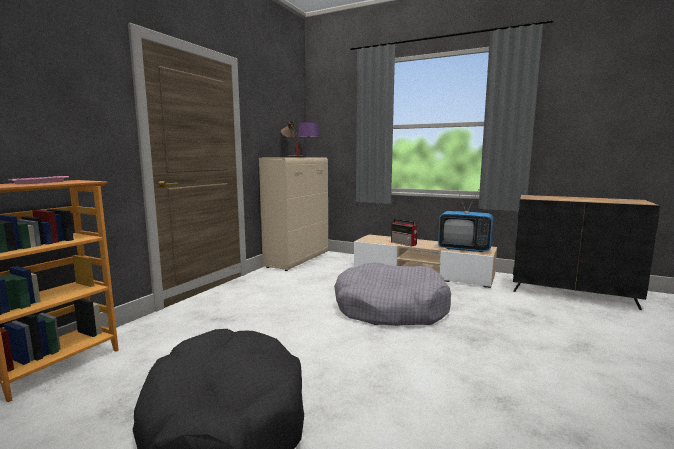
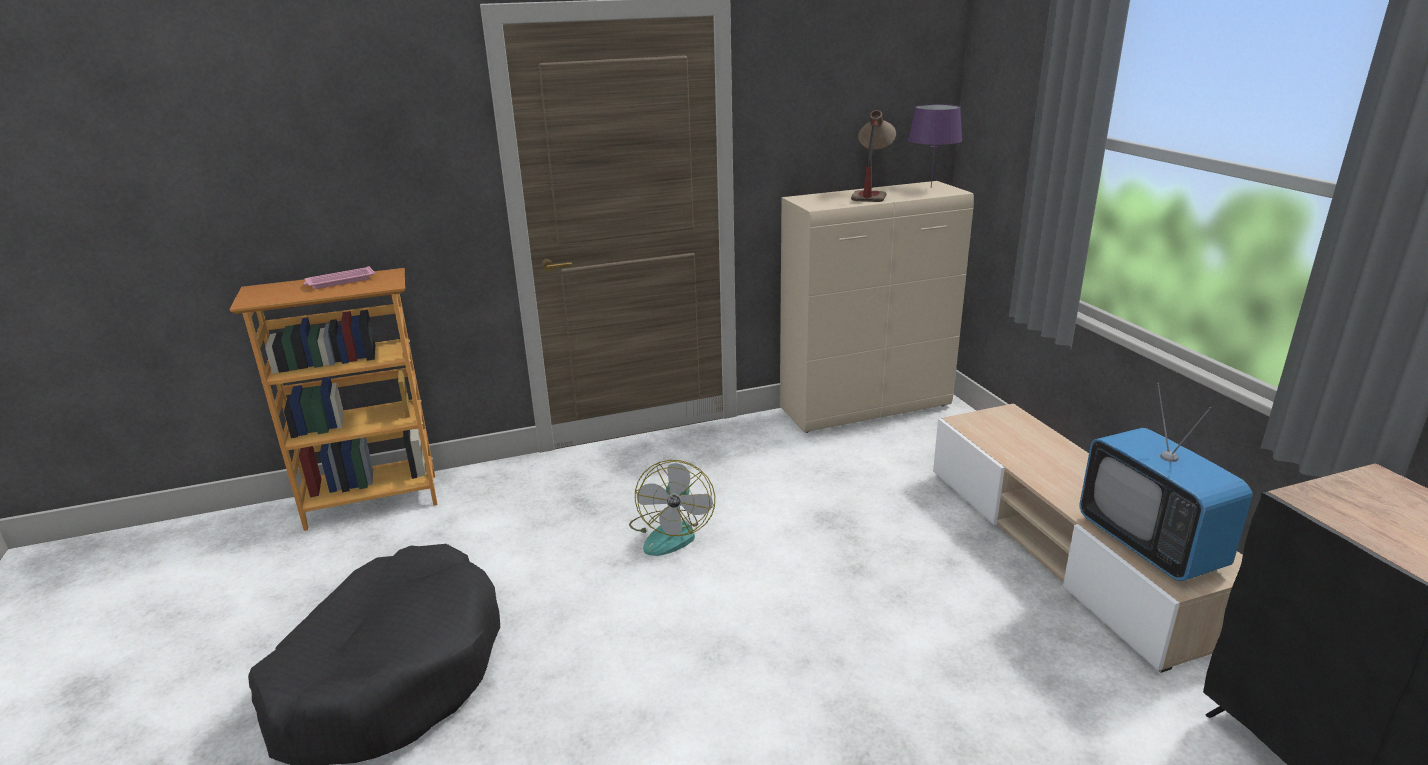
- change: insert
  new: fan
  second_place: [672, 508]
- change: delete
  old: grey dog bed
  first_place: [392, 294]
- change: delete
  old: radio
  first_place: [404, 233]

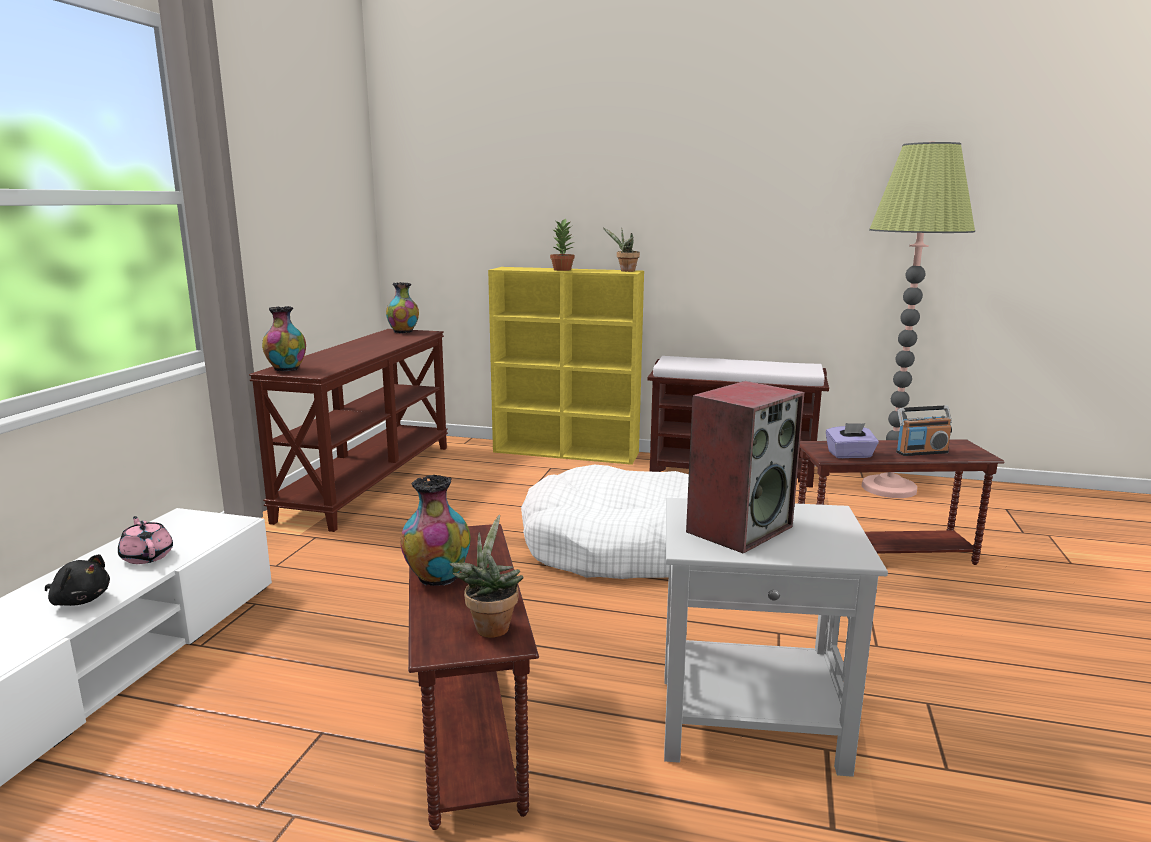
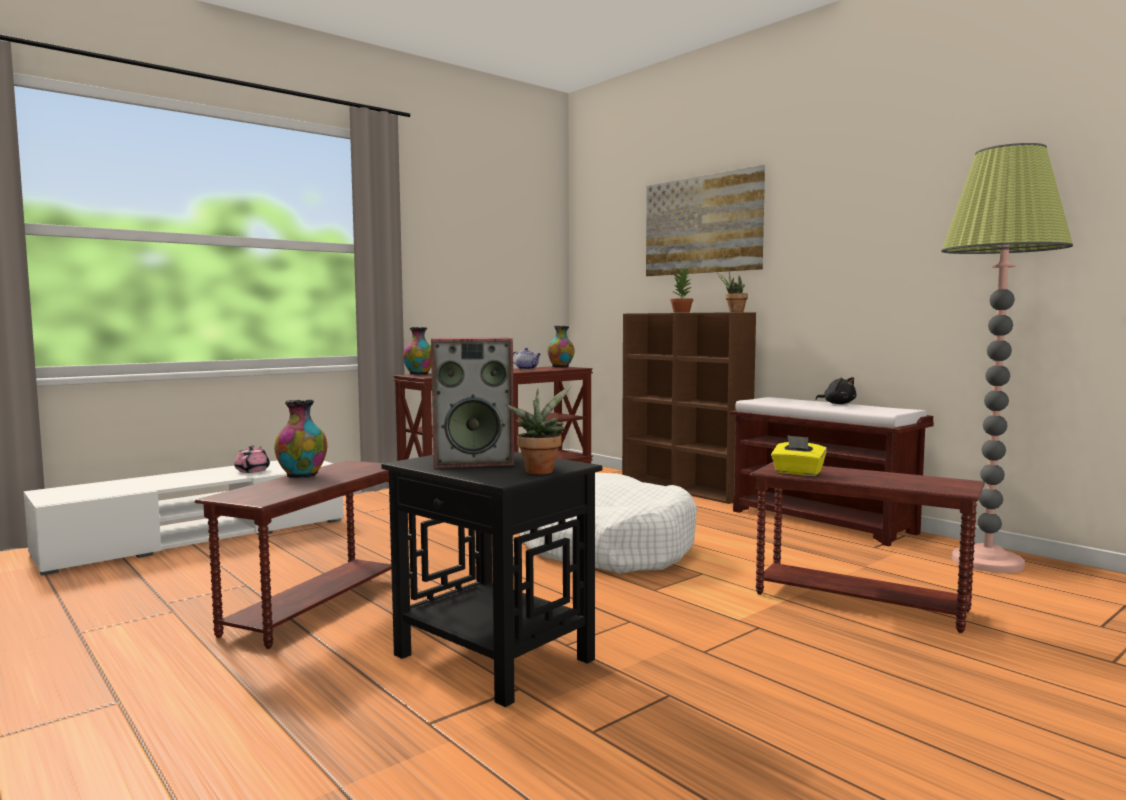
- change: recolor
  old: white side table
  new: black side table
  first_place: [776, 637]
  second_place: [491, 579]
- change: move
  old: potted plant
  first_place: [486, 576]
  second_place: [538, 430]
- change: insert
  new: teapot
  second_place: [527, 359]
- change: recolor
  old: yellow bookcase
  new: brown bookcase
  first_place: [566, 366]
  second_place: [689, 408]
- change: insert
  new: picture
  second_place: [705, 220]
- change: recolor
  old: purple tissue box
  new: yellow tissue box
  first_place: [852, 440]
  second_place: [799, 455]
- change: move
  old: black plush toy
  first_place: [77, 580]
  second_place: [836, 390]
- change: delete
  old: radio
  first_place: [924, 431]

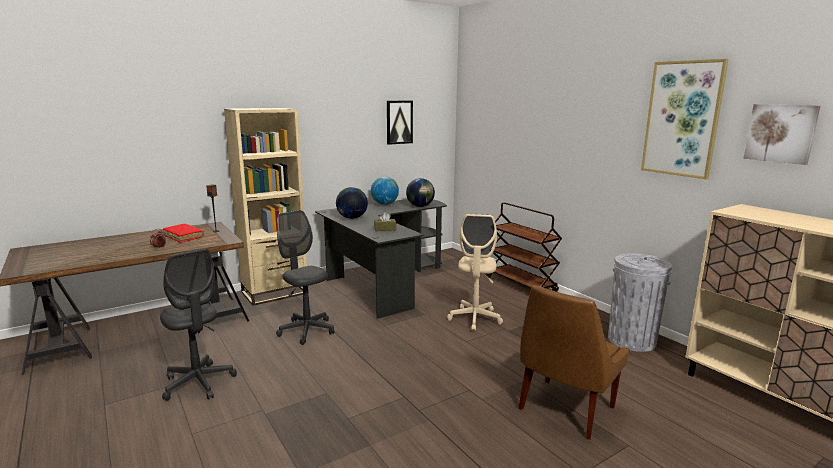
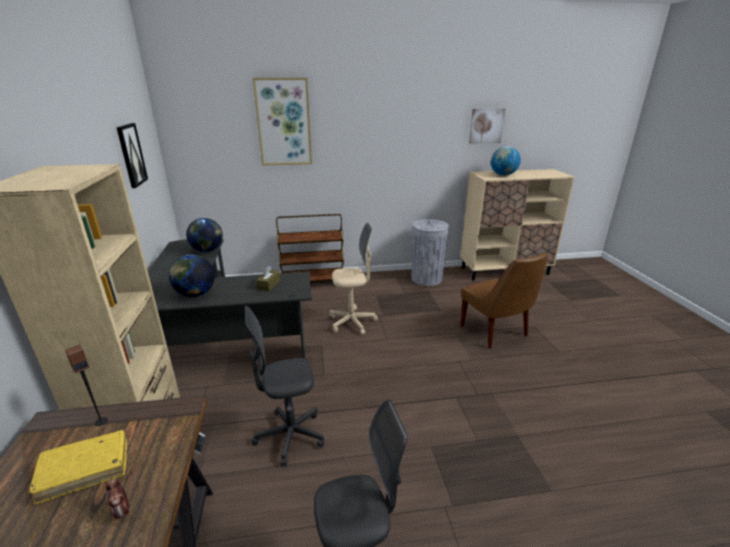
- change: recolor
  old: red book
  new: yellow book
  first_place: [183, 233]
  second_place: [78, 467]
- change: move
  old: picture
  first_place: [685, 119]
  second_place: [282, 122]
- change: rotate
  old: beige office chair
  first_place: [475, 272]
  second_place: [354, 279]
  degrees: -45
- change: move
  old: globe
  first_place: [385, 191]
  second_place: [506, 161]

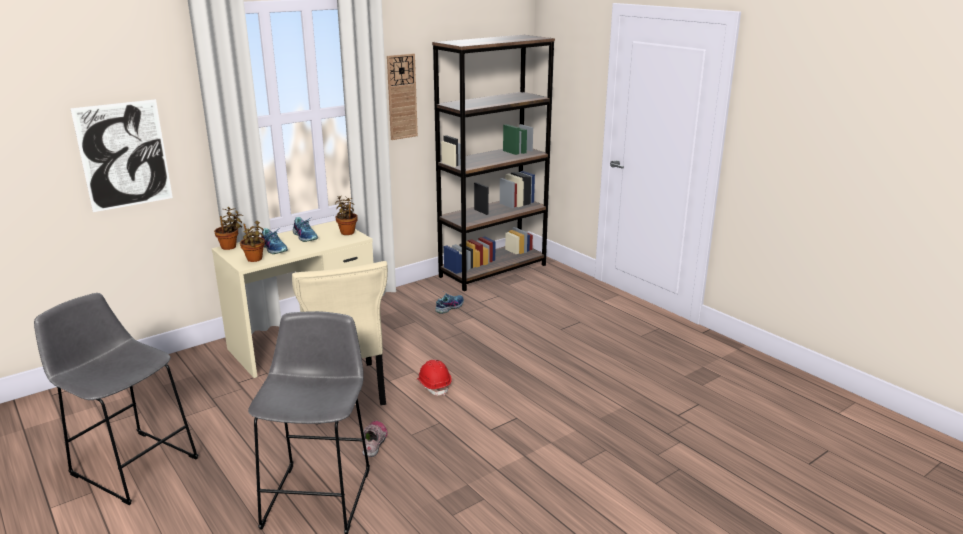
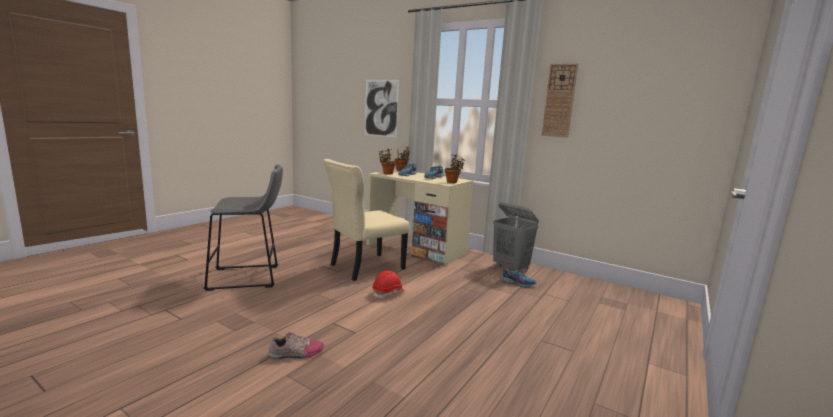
- change: move
  old: shoe
  first_place: [375, 439]
  second_place: [296, 345]
- change: insert
  new: grey laundry basket
  second_place: [516, 236]
- change: delete
  old: grey stool
  first_place: [116, 399]
- change: delete
  old: brown bookcase
  first_place: [493, 163]

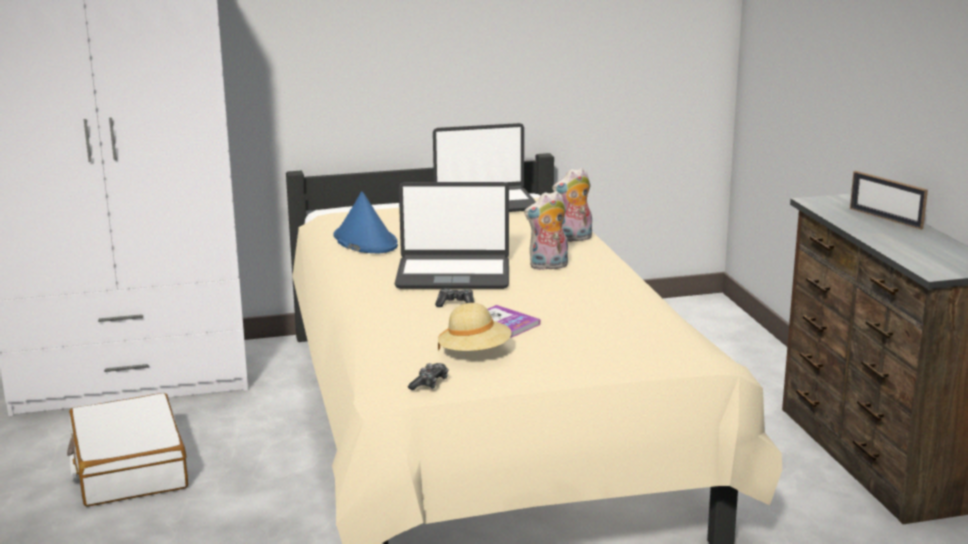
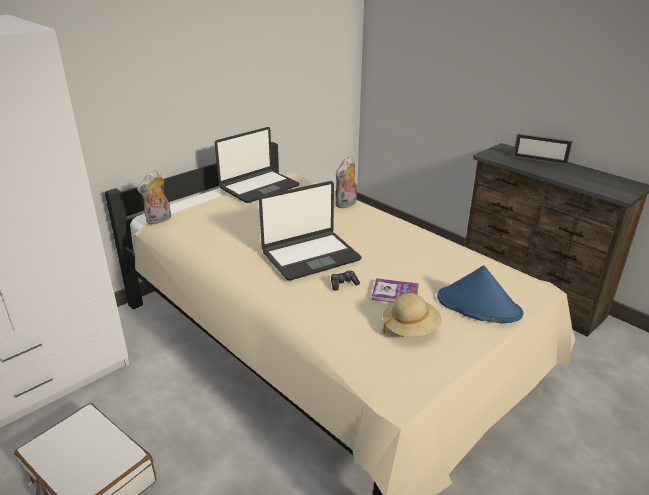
- change: move
  old: plush toy
  first_place: [546, 230]
  second_place: [154, 197]
- change: move
  old: blue hat
  first_place: [366, 222]
  second_place: [480, 294]
- change: delete
  old: game controller
  first_place: [428, 376]

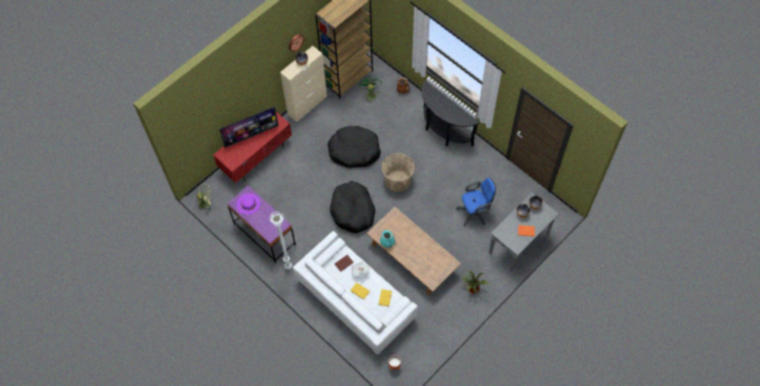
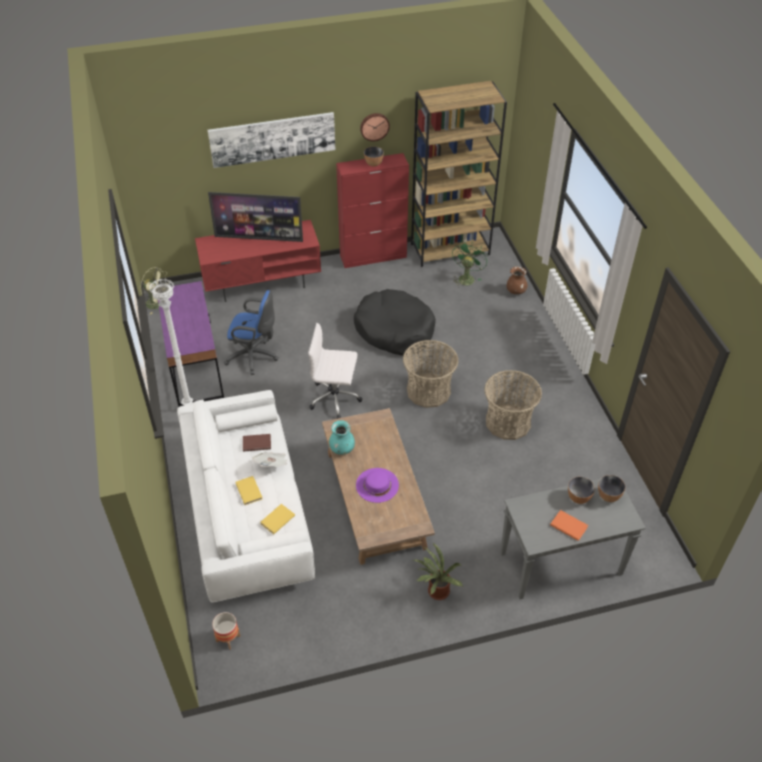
- change: insert
  new: picture
  second_place: [271, 140]
- change: move
  old: blue office chair
  first_place: [476, 202]
  second_place: [251, 332]
- change: replace
  old: black dog bed
  new: white office chair
  first_place: [352, 207]
  second_place: [335, 371]
- change: recolor
  old: beige cabinet
  new: red cabinet
  first_place: [303, 84]
  second_place: [372, 210]
- change: move
  old: purple hat
  first_place: [248, 204]
  second_place: [377, 485]
- change: insert
  new: basket
  second_place: [513, 405]
- change: delete
  old: black console table
  first_place: [450, 113]

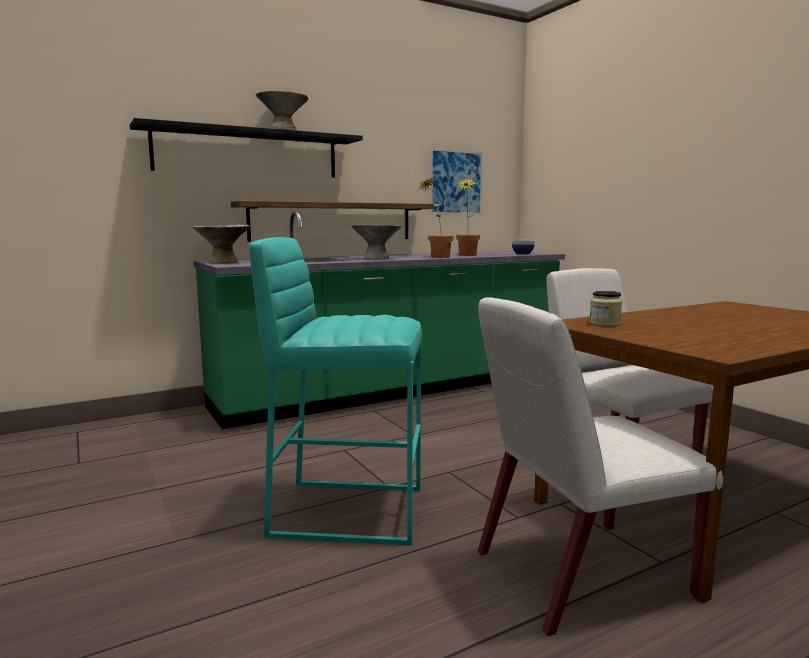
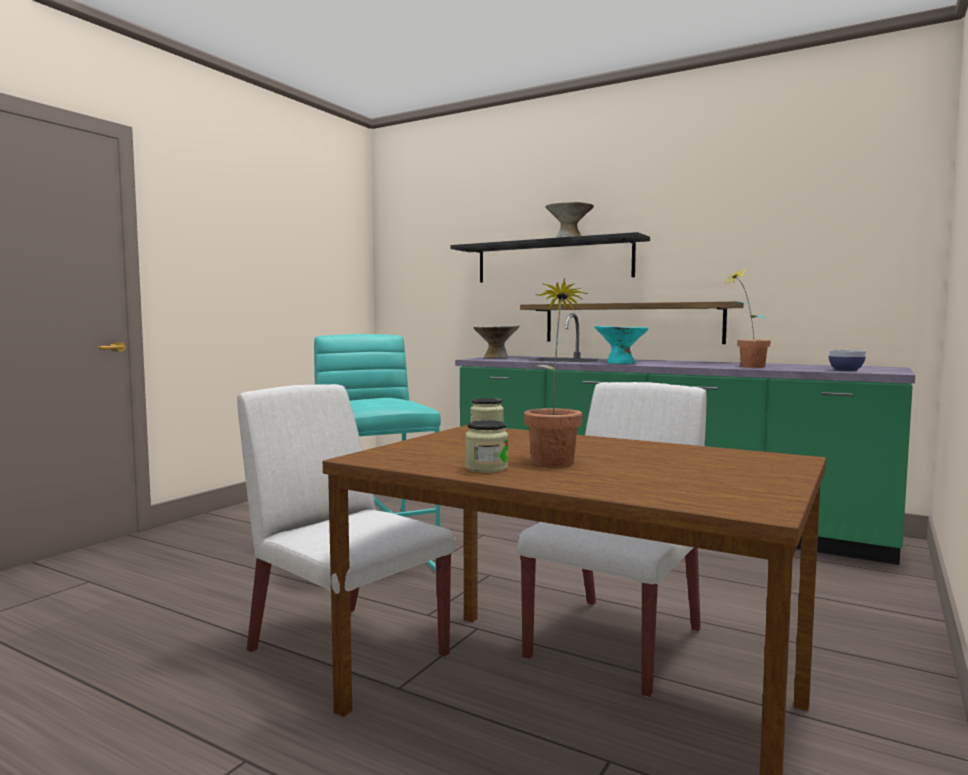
- change: insert
  new: jar
  second_place: [486, 446]
- change: move
  old: potted plant
  first_place: [435, 218]
  second_place: [555, 372]
- change: recolor
  old: grey bowl
  new: turquoise bowl
  first_place: [376, 242]
  second_place: [621, 345]
- change: delete
  old: picture
  first_place: [456, 181]

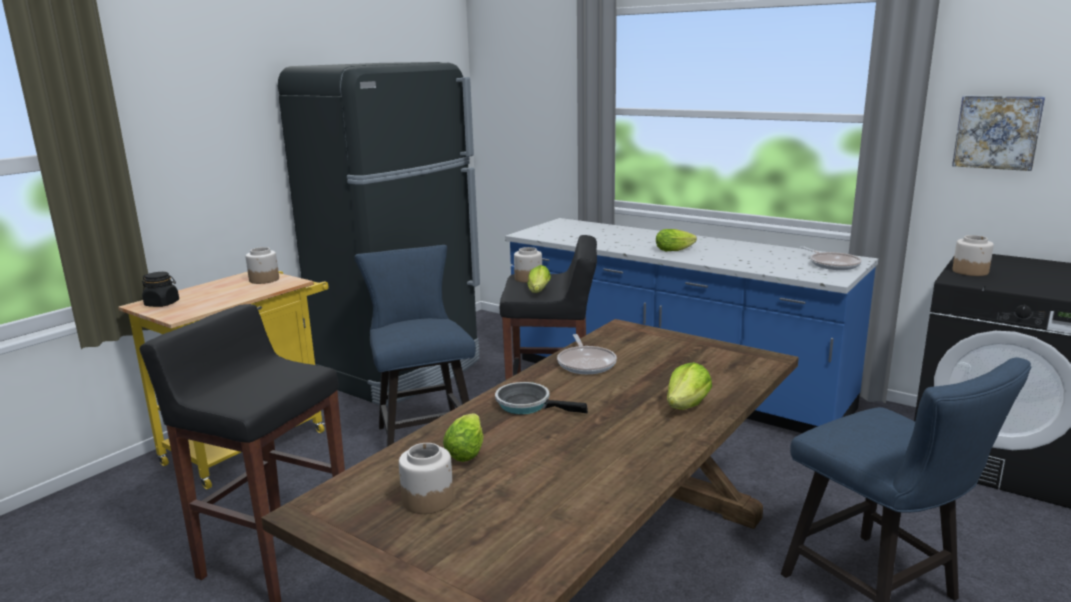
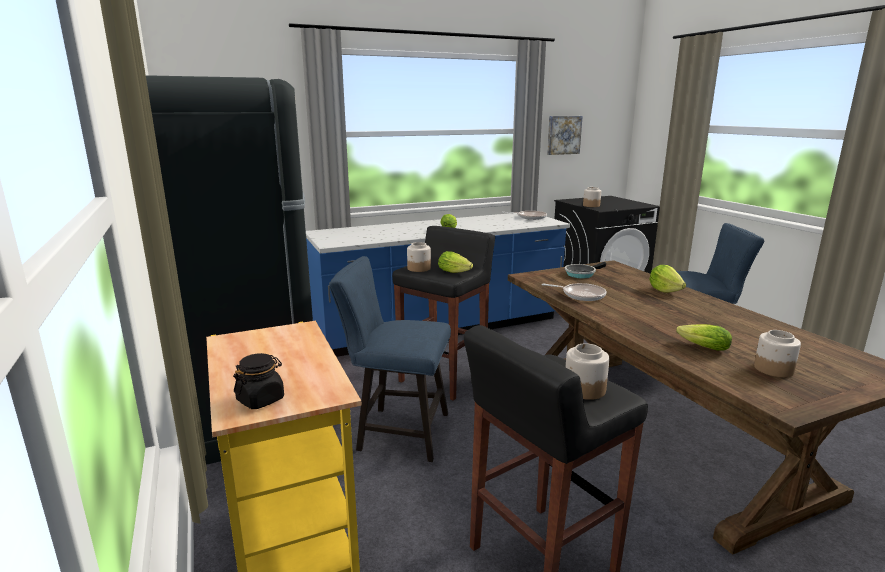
- change: move
  old: frying pan
  first_place: [541, 398]
  second_place: [585, 270]
- change: move
  old: jar
  first_place: [262, 265]
  second_place: [587, 371]

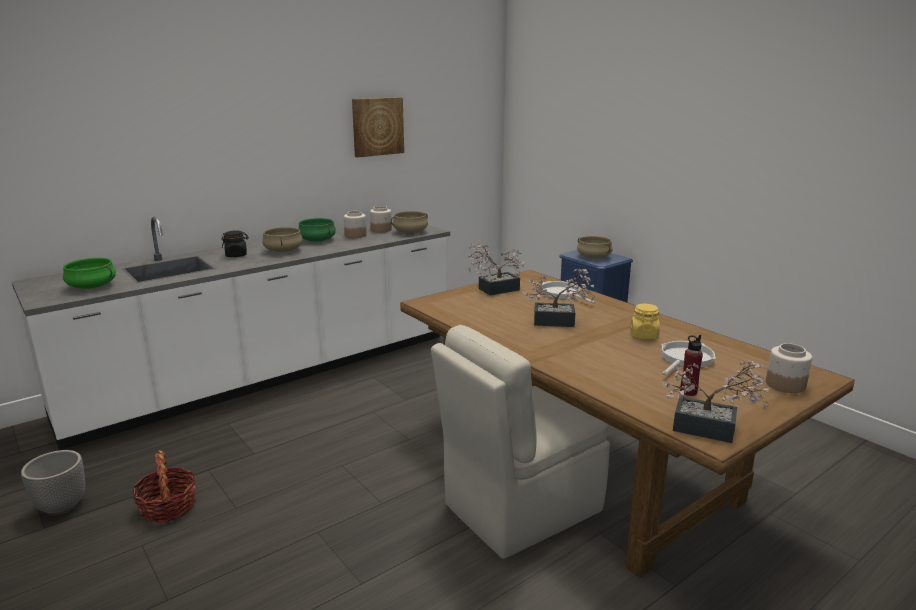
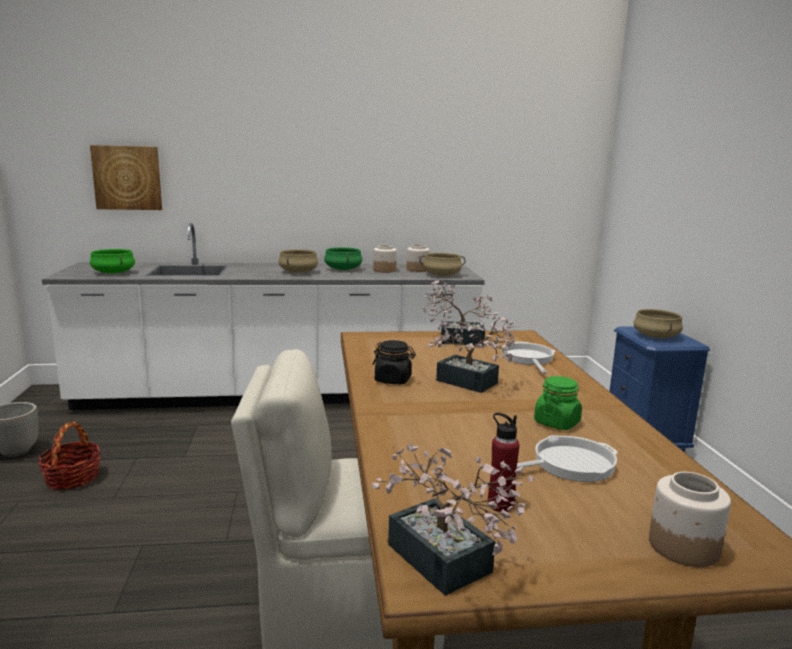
- change: move
  old: picture
  first_place: [378, 127]
  second_place: [126, 177]
- change: move
  old: black jar
  first_place: [235, 243]
  second_place: [394, 362]
- change: recolor
  old: yellow jar
  new: green jar
  first_place: [645, 321]
  second_place: [558, 403]

